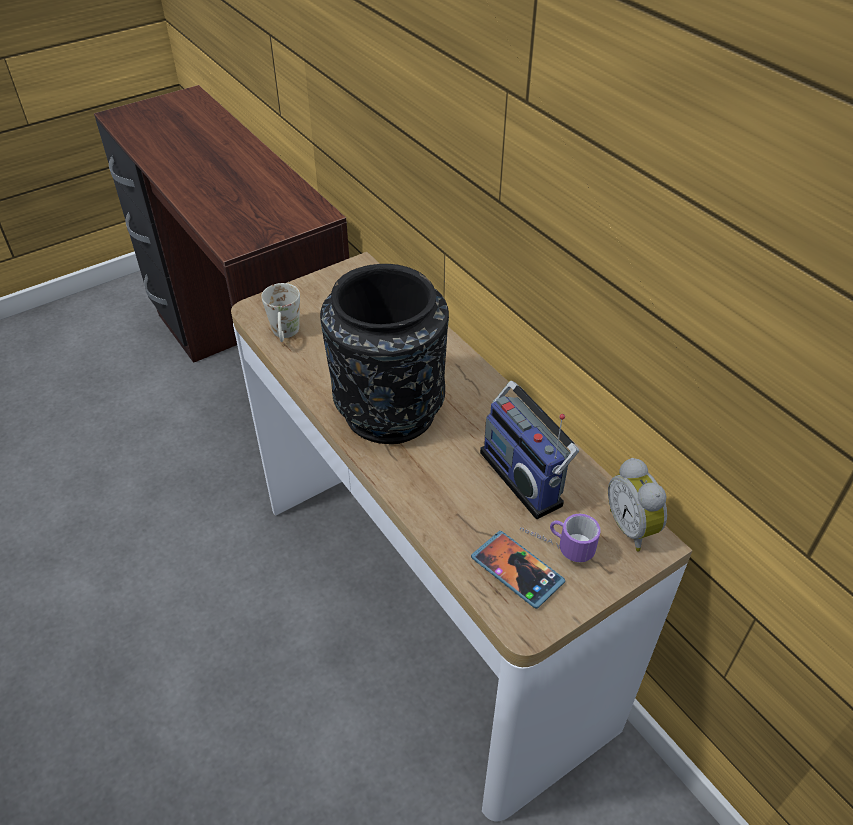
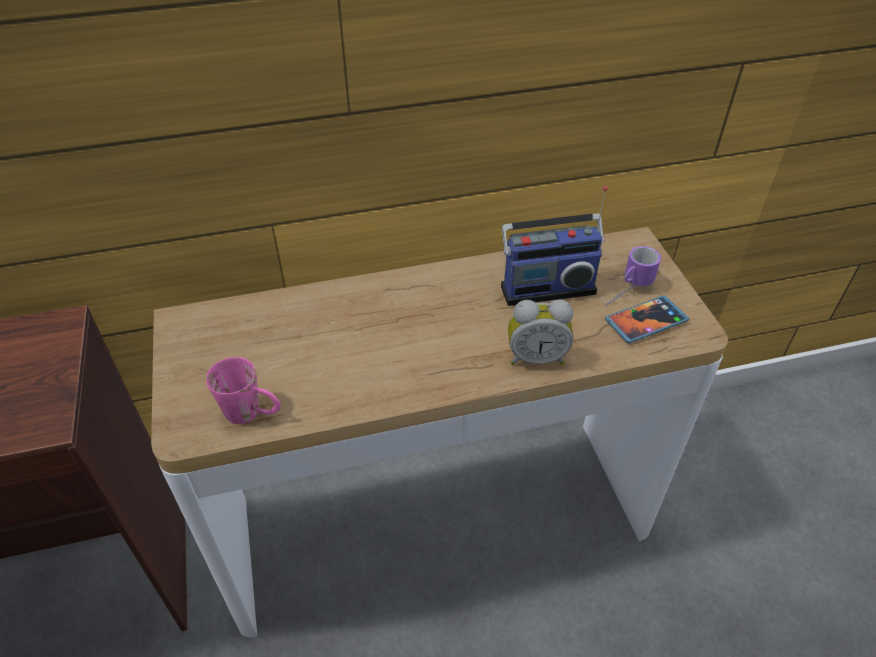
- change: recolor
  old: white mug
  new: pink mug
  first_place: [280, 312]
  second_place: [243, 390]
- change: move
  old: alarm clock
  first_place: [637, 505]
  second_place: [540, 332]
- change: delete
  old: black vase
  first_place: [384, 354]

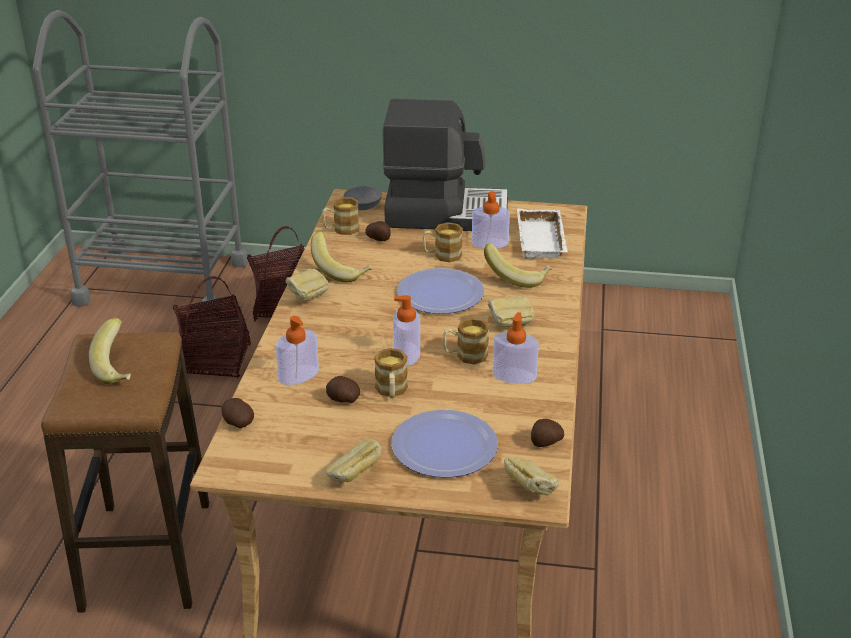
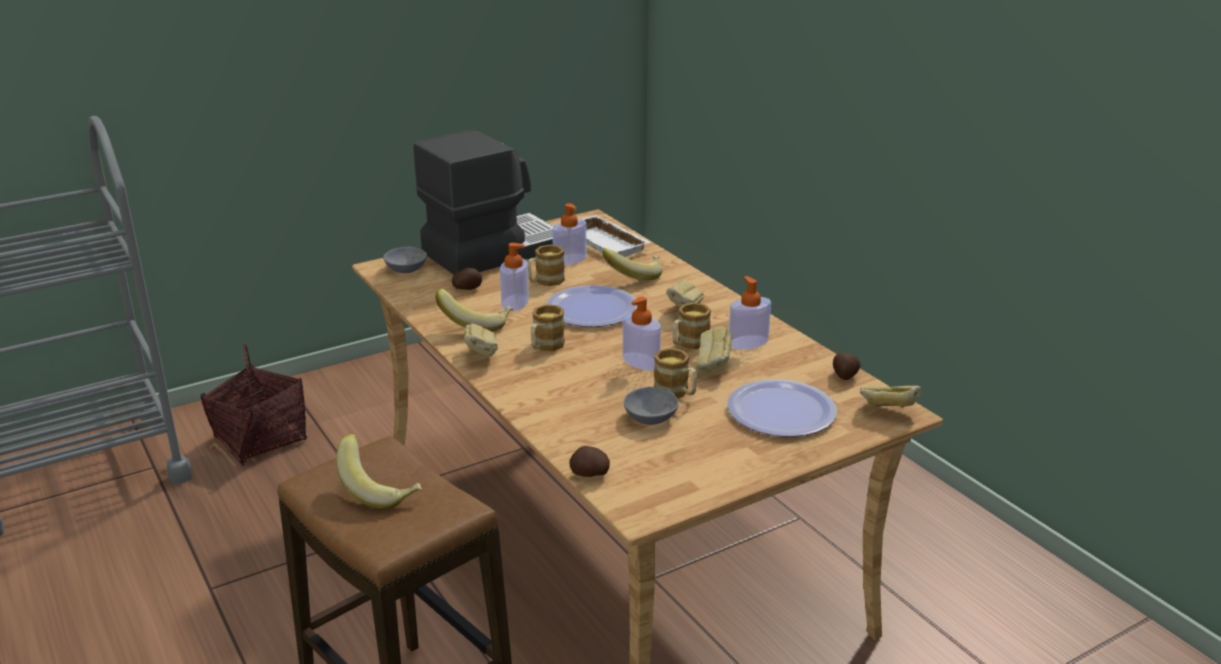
- change: move
  old: soap dispenser
  first_place: [297, 350]
  second_place: [514, 277]
- change: move
  old: mug
  first_place: [340, 216]
  second_place: [548, 327]
- change: replace
  old: potato
  new: grey bowl
  first_place: [343, 389]
  second_place: [651, 406]
- change: move
  old: bread
  first_place: [353, 461]
  second_place: [714, 350]
- change: delete
  old: basket
  first_place: [212, 327]

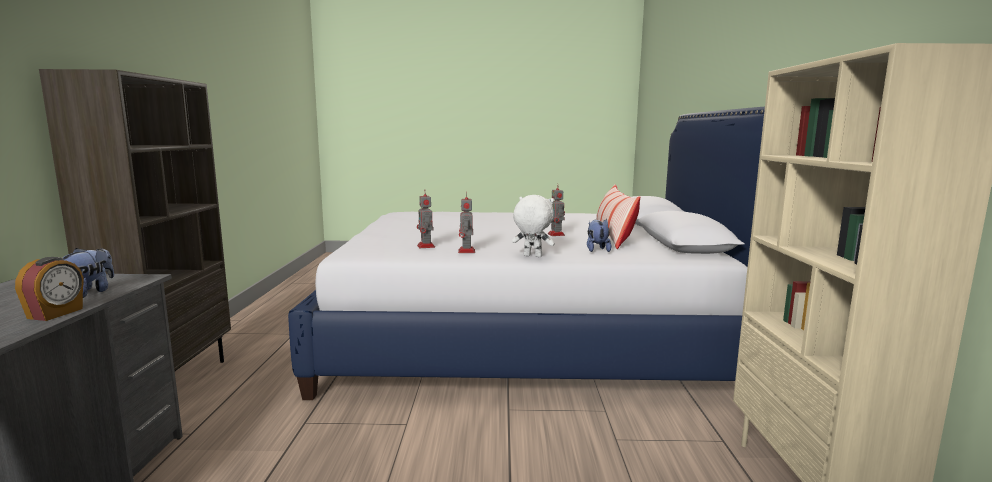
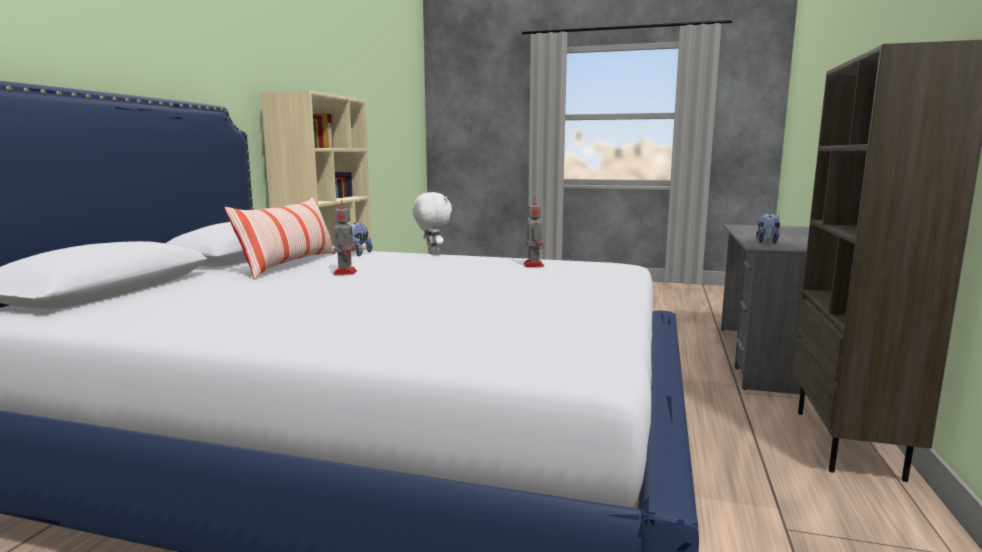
- change: rotate
  old: white plush toy
  first_place: [533, 226]
  second_place: [432, 223]
  degrees: -150
- change: delete
  old: alarm clock
  first_place: [49, 289]
- change: delete
  old: toy robot
  first_place: [466, 222]

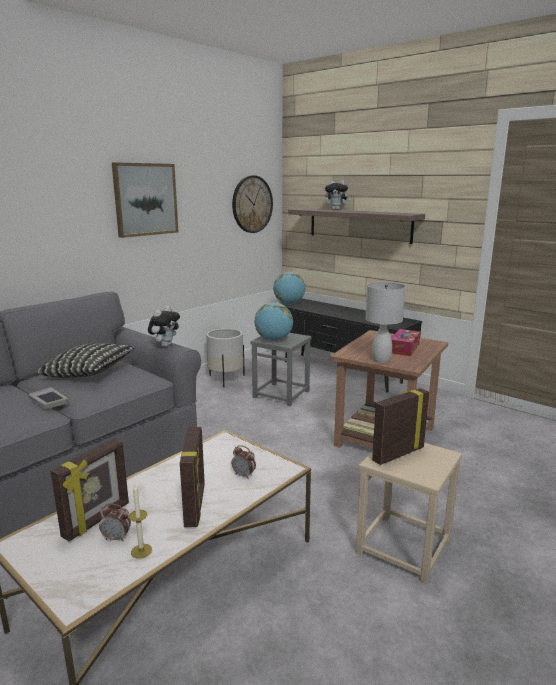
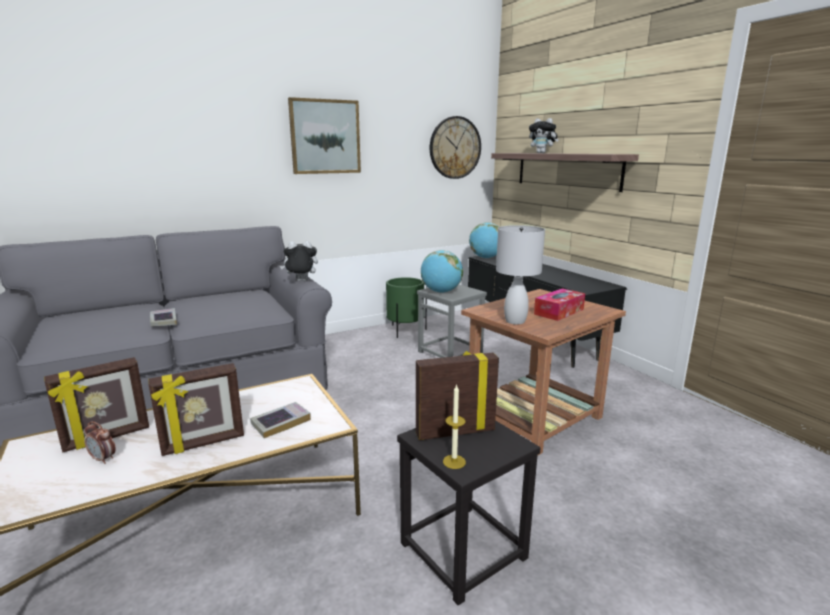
- change: rotate
  old: picture frame
  first_place: [192, 477]
  second_place: [196, 409]
  degrees: 45
- change: replace
  old: alarm clock
  new: book
  first_place: [244, 462]
  second_place: [280, 420]
- change: rotate
  old: plush toy
  first_place: [164, 326]
  second_place: [299, 261]
  degrees: -150
- change: recolor
  old: white planter
  new: green planter
  first_place: [225, 358]
  second_place: [406, 307]
- change: recolor
  old: beige stool
  new: black stool
  first_place: [409, 513]
  second_place: [469, 513]
- change: move
  old: candle
  first_place: [140, 522]
  second_place: [454, 426]
- change: delete
  old: pillow
  first_place: [86, 360]

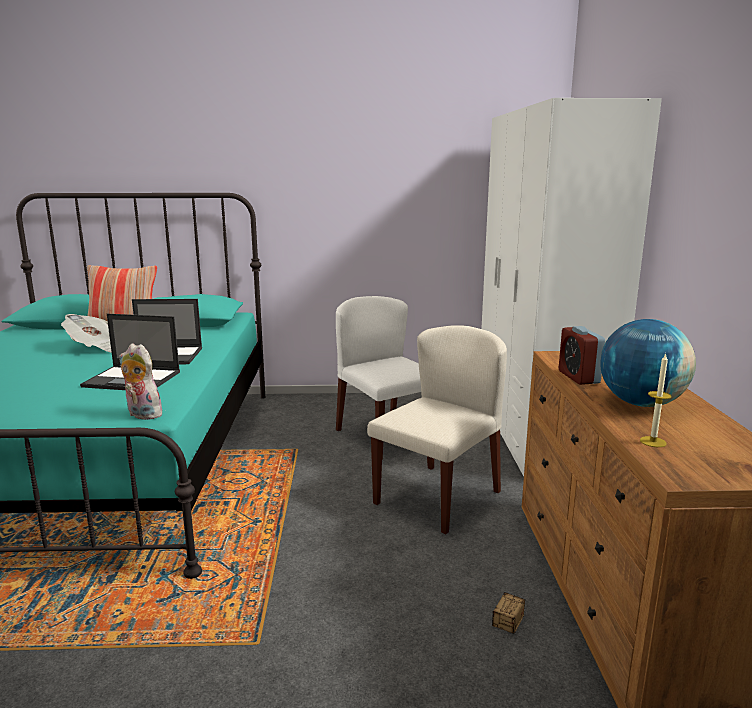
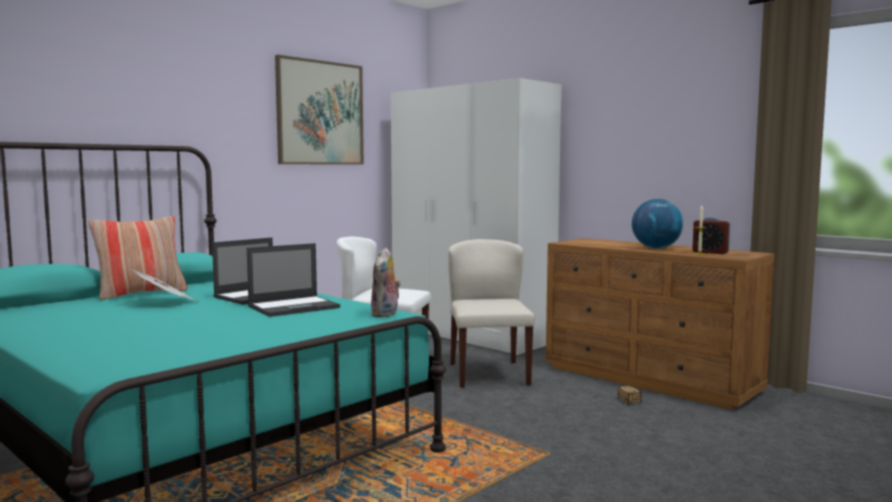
- change: insert
  new: picture
  second_place: [319, 110]
- change: rotate
  old: plush toy
  first_place: [143, 381]
  second_place: [386, 282]
  degrees: -60
- change: move
  old: alarm clock
  first_place: [582, 355]
  second_place: [711, 235]

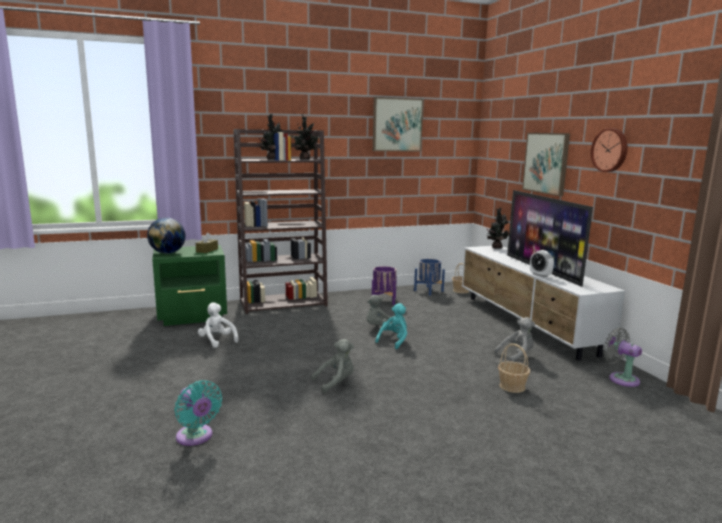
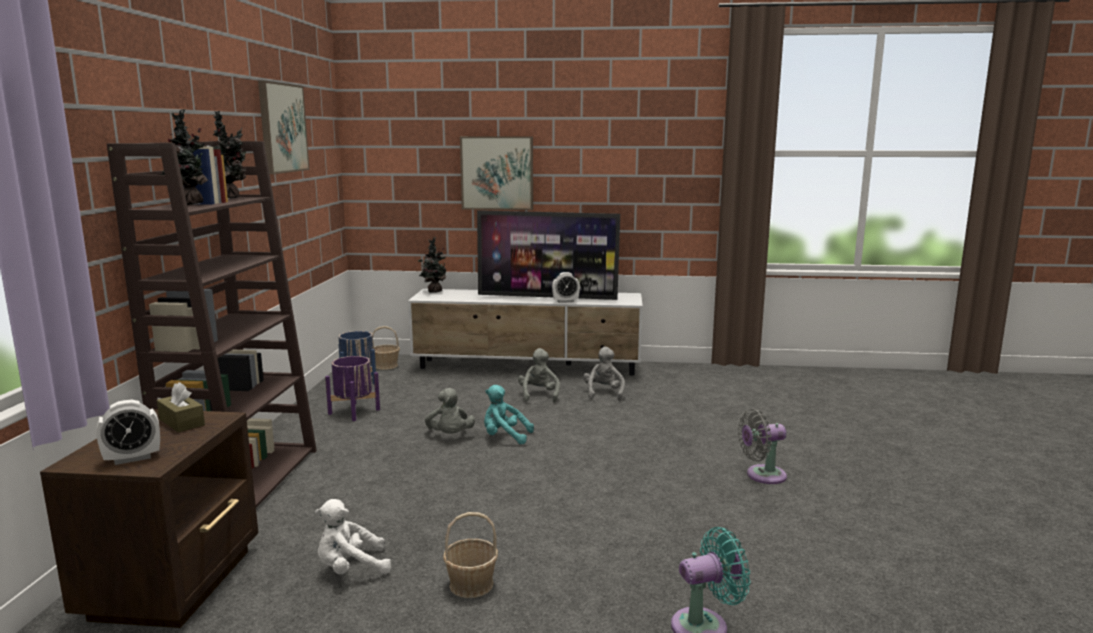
- change: recolor
  old: green nightstand
  new: brown nightstand
  first_place: [189, 285]
  second_place: [149, 518]
- change: replace
  old: globe
  new: alarm clock
  first_place: [166, 235]
  second_place: [128, 432]
- change: move
  old: basket
  first_place: [514, 368]
  second_place: [470, 555]
- change: rotate
  old: turquoise plush toy
  first_place: [391, 326]
  second_place: [509, 414]
  degrees: -45
- change: move
  old: grey plush toy
  first_place: [332, 366]
  second_place: [539, 375]
- change: move
  old: grey fan
  first_place: [623, 357]
  second_place: [762, 446]
- change: delete
  old: wall clock
  first_place: [609, 150]

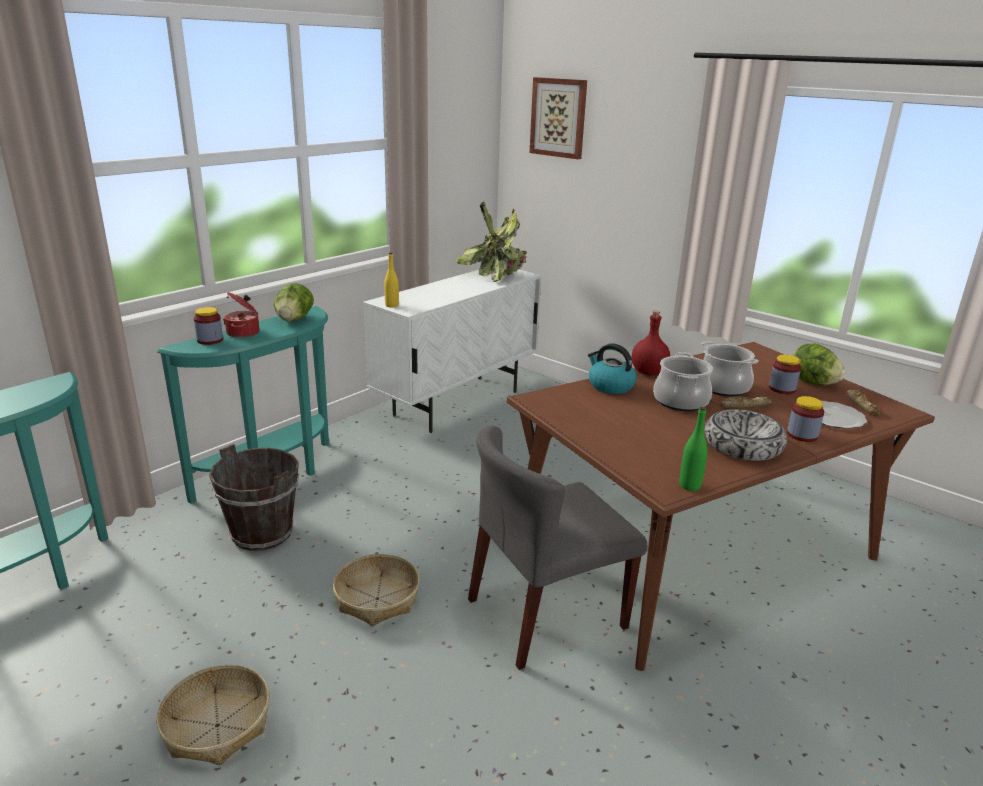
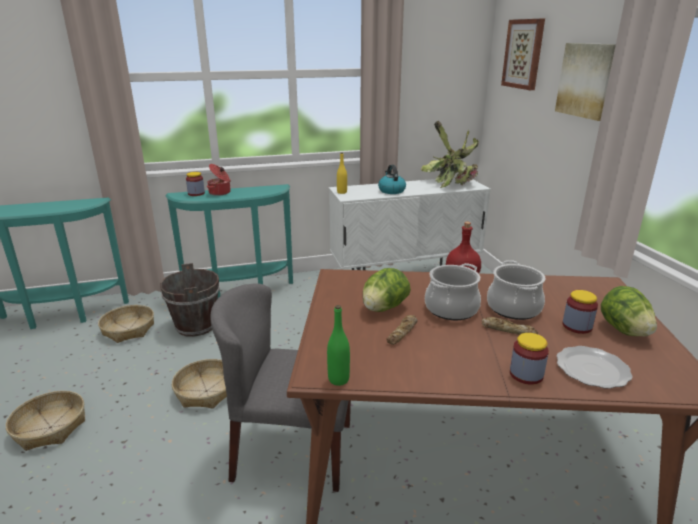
- change: insert
  new: basket
  second_place: [126, 324]
- change: move
  old: lettuce
  first_place: [294, 302]
  second_place: [387, 290]
- change: move
  old: kettle
  first_place: [612, 368]
  second_place: [392, 179]
- change: move
  old: bread
  first_place: [863, 402]
  second_place: [402, 330]
- change: insert
  new: picture
  second_place: [585, 82]
- change: delete
  old: bowl
  first_place: [745, 435]

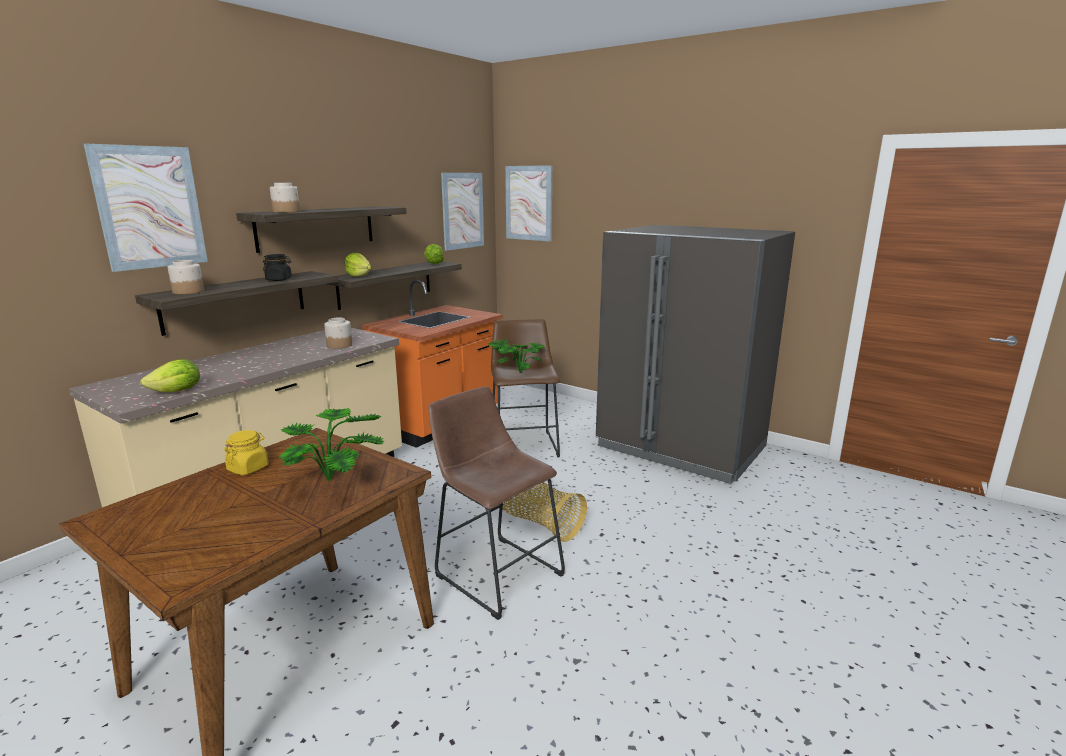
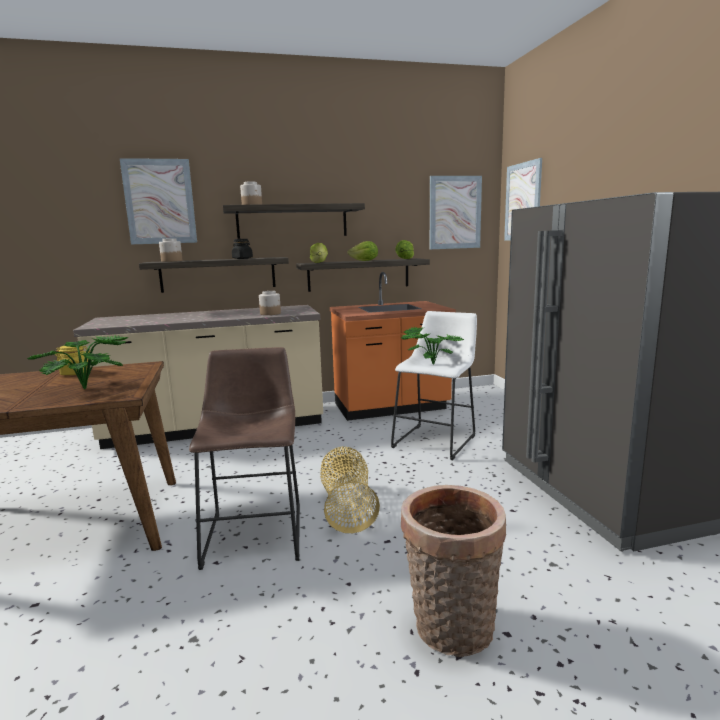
- change: move
  old: lettuce
  first_place: [170, 375]
  second_place: [362, 251]
- change: recolor
  old: brown stool
  new: white stool
  first_place: [525, 388]
  second_place: [434, 385]
- change: insert
  new: basket
  second_place: [453, 571]

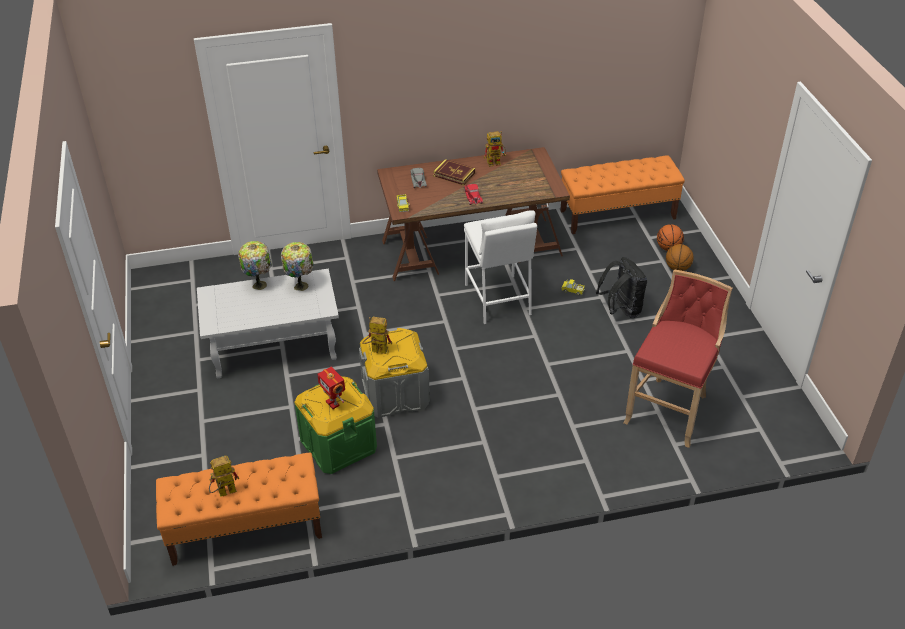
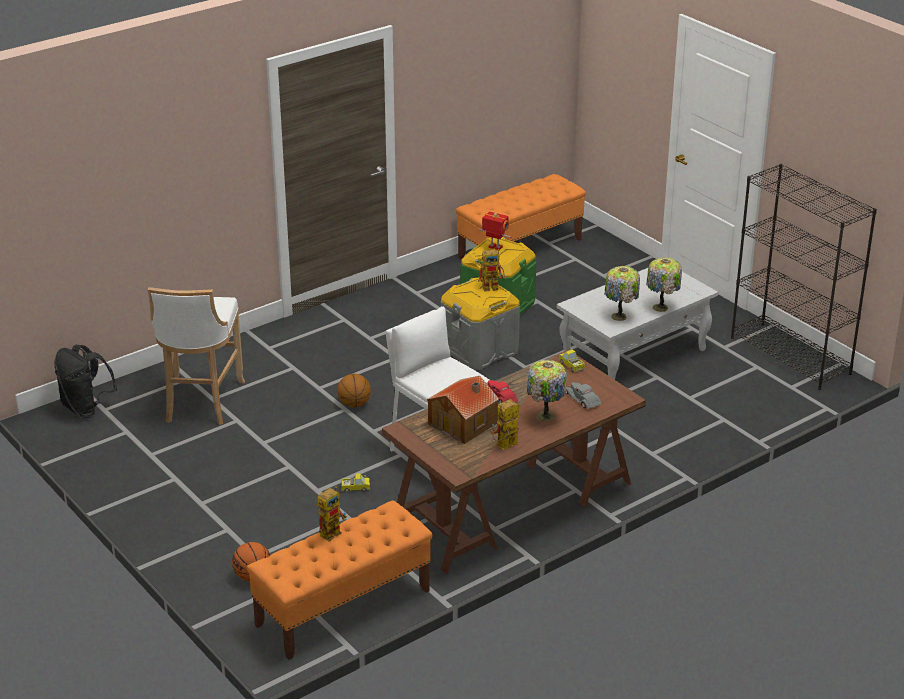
- change: move
  old: black backpack
  first_place: [621, 287]
  second_place: [85, 381]
- change: recolor
  old: red stool
  new: white stool
  first_place: [677, 359]
  second_place: [196, 356]
- change: move
  old: toy robot
  first_place: [224, 476]
  second_place: [332, 513]
- change: move
  old: basketball
  first_place: [680, 257]
  second_place: [354, 391]
- change: insert
  new: toy house
  second_place: [463, 410]
- change: replace
  old: book
  new: table lamp
  first_place: [454, 172]
  second_place: [547, 390]
- change: insert
  new: black bookcase
  second_place: [804, 277]

